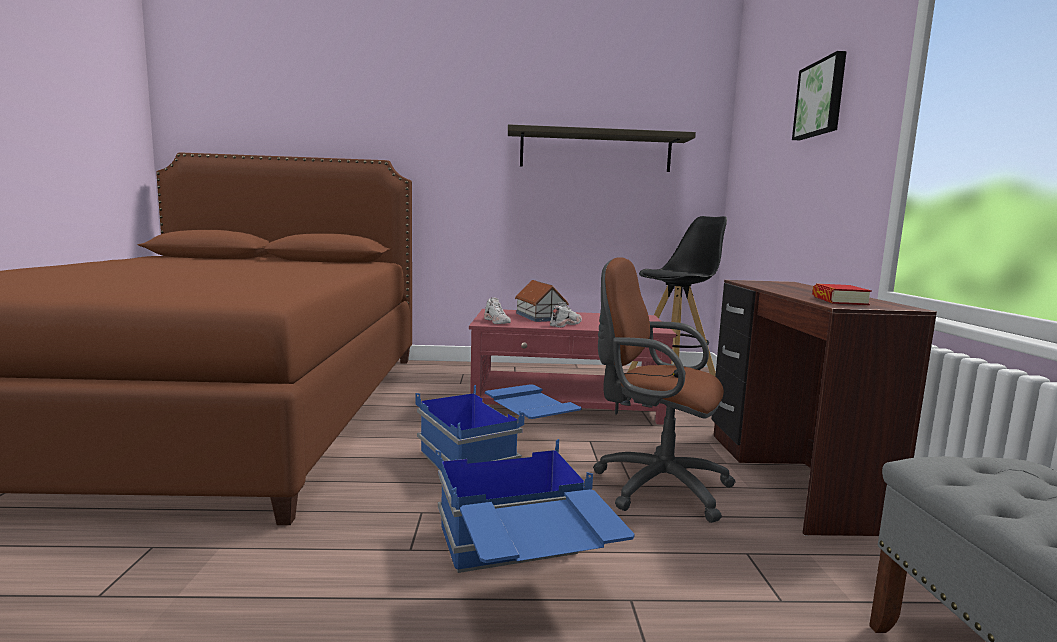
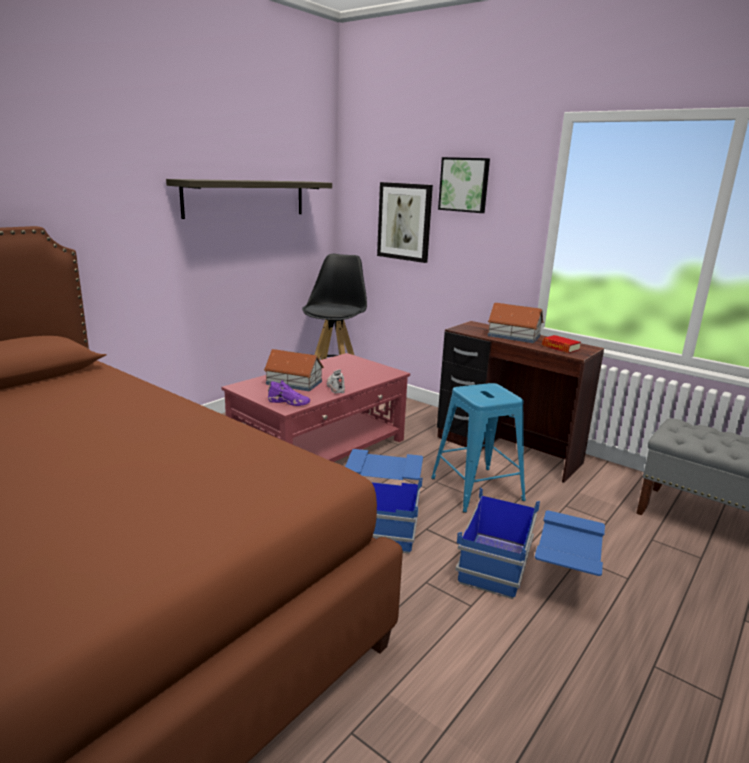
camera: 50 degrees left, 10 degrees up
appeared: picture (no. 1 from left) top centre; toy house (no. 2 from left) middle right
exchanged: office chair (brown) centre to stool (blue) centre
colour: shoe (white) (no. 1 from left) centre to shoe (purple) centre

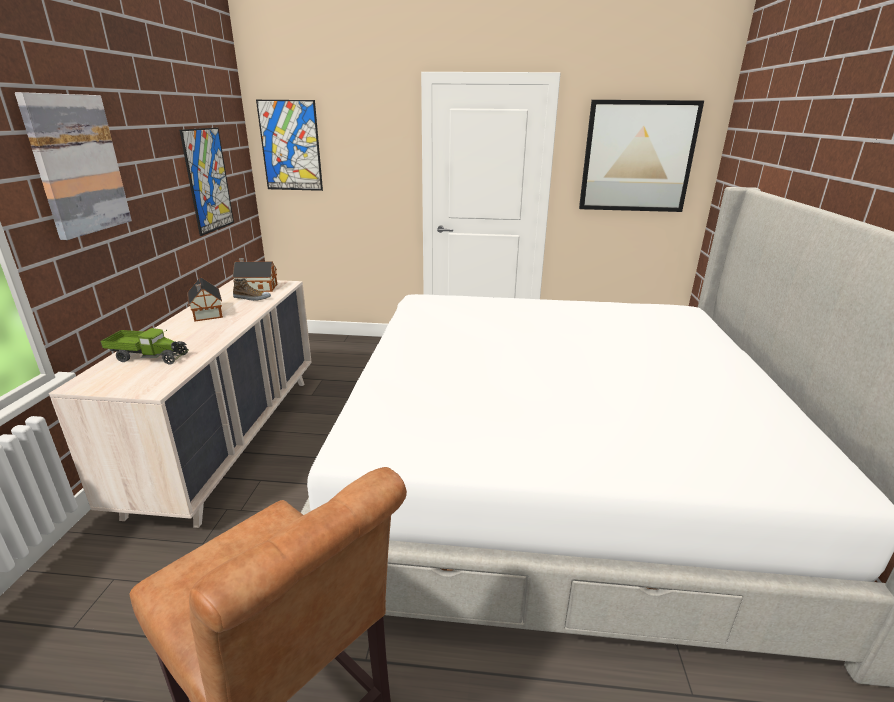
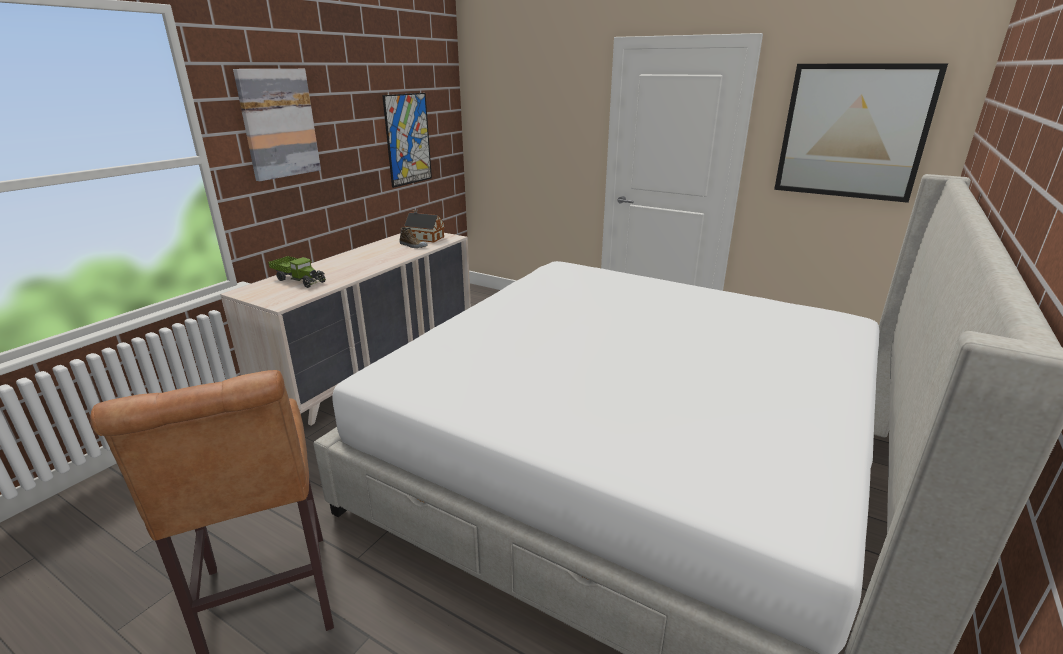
camera: 25 degrees right, 0 degrees up
missing: toy house (no. 1 from left) middle left; picture (no. 3 from left) top left

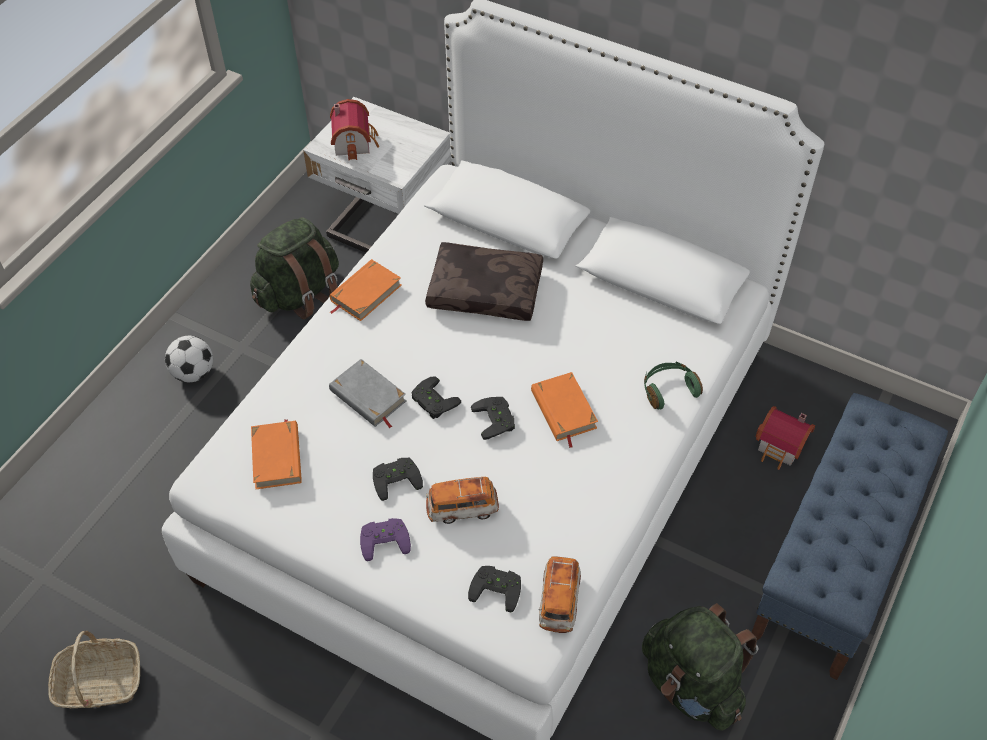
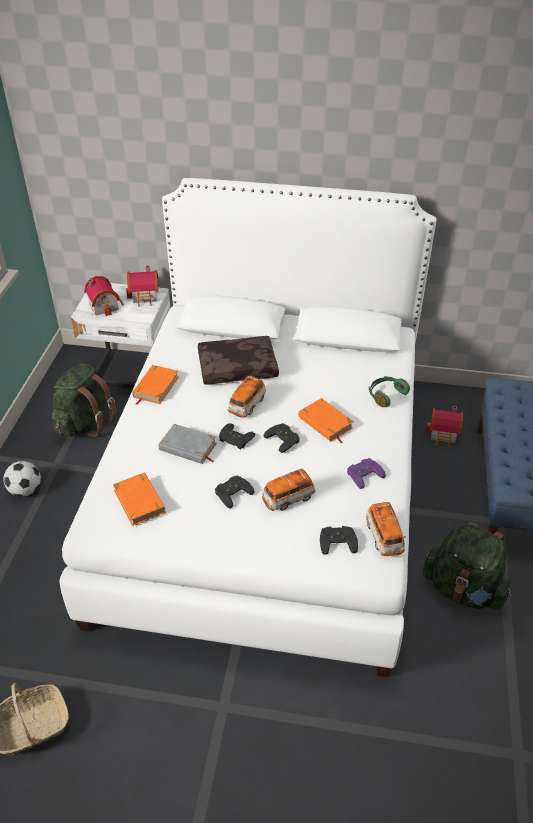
camera: 20 degrees left, 10 degrees down
appeared: toy house (no. 2 from left) middle left; toy car (no. 1 from left) centre
relocated: game controller (purple) bottom centre to middle right

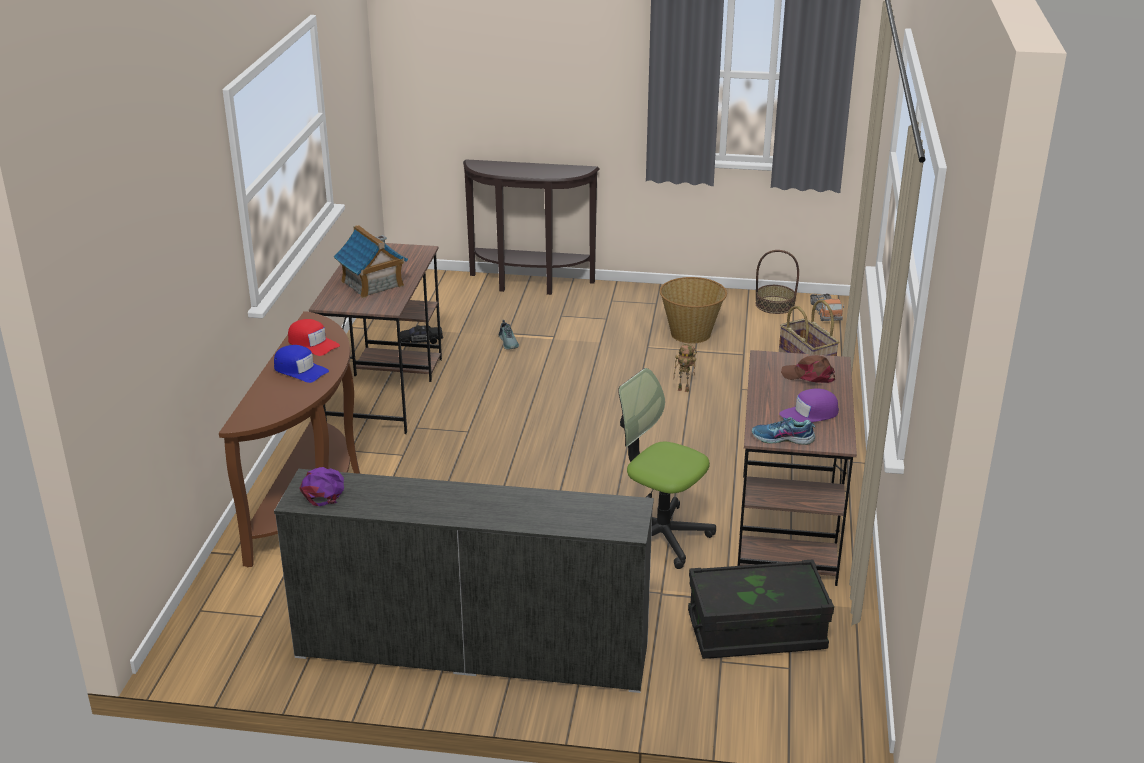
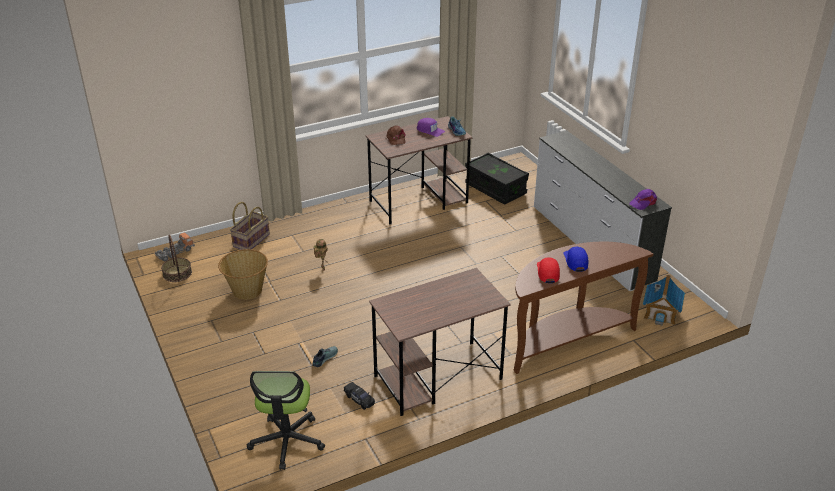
camera: 125 degrees left, 5 degrees up
missing: console table (brown) (no. 2 from left) top centre
relocated: toy house middle left to middle right; office chair centre to bottom centre

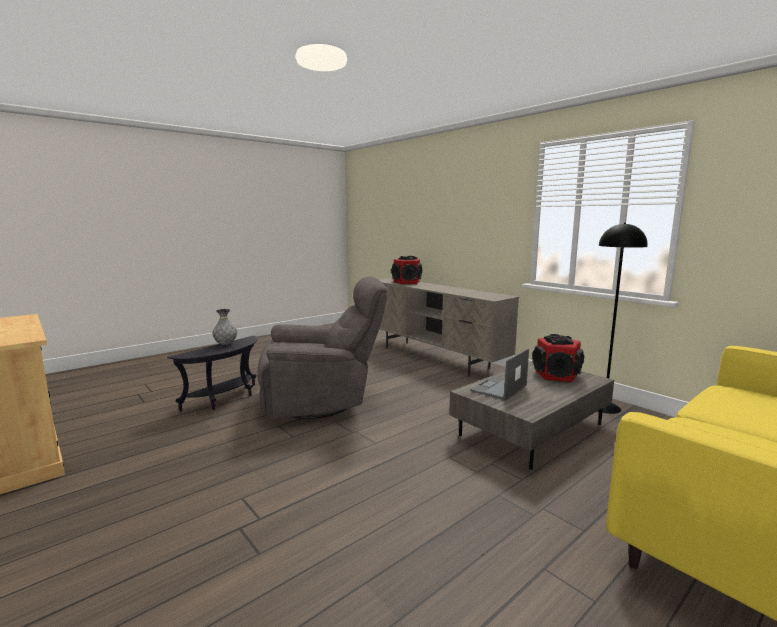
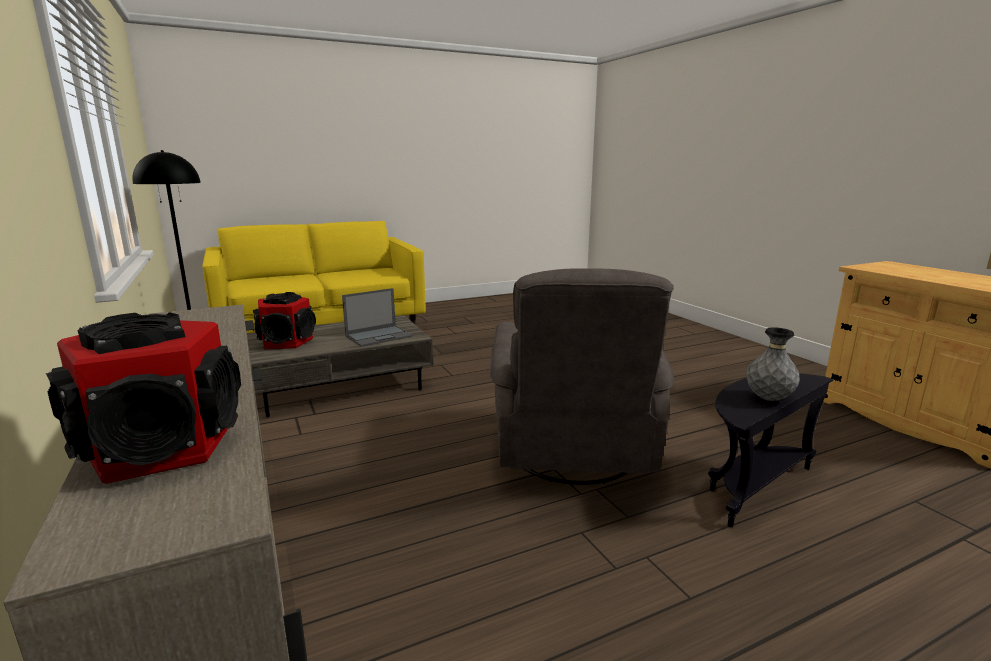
camera: 165 degrees left, 5 degrees up
spun: armchair (grey) centre = centre 90 degrees counterclockwise

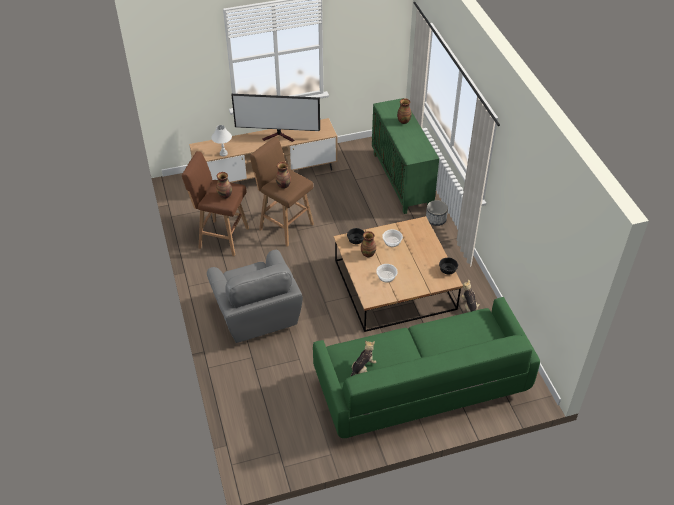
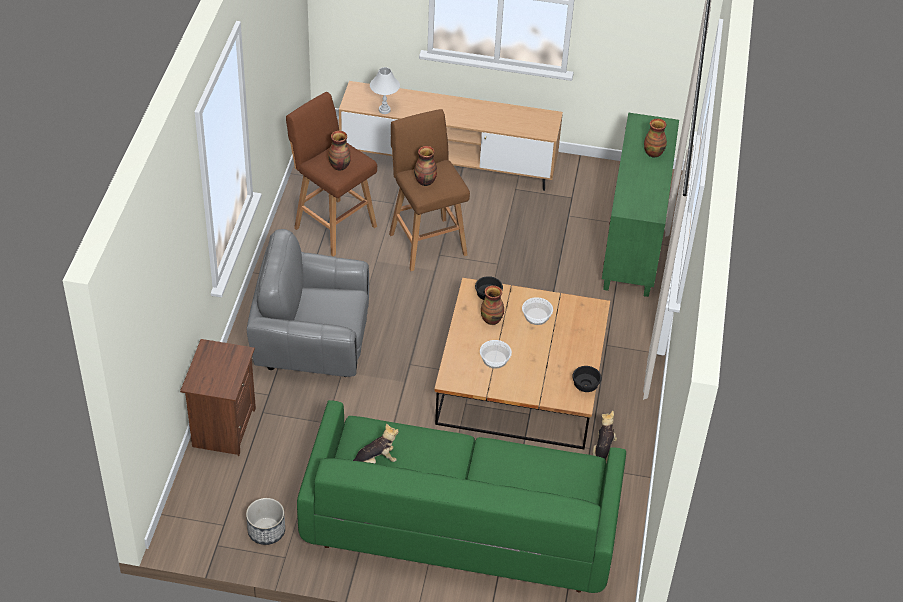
camera: 25 degrees right, 0 degrees up
missing: television top centre
appeared: nightstand (brown) middle left
relocated: planter centre to bottom left
spun: armchair (grey) centre = centre 90 degrees clockwise

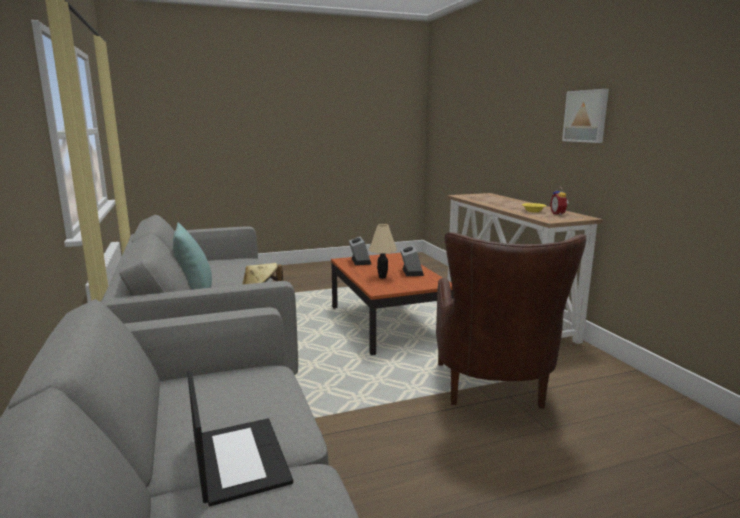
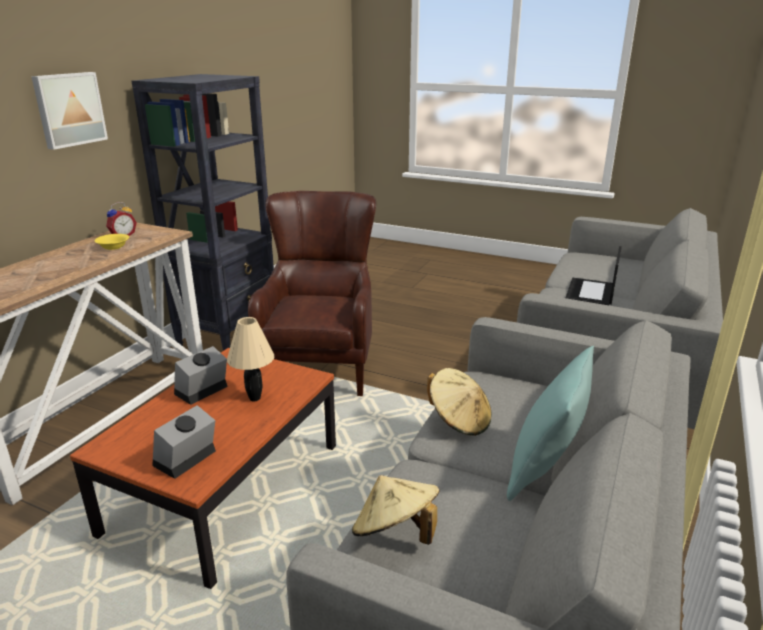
camera: 135 degrees left, 10 degrees up
appeared: bookcase (black) middle left; hat (beige) (no. 1 from left) bottom centre
spun: armchair (brown) middle right = centre 45 degrees counterclockwise

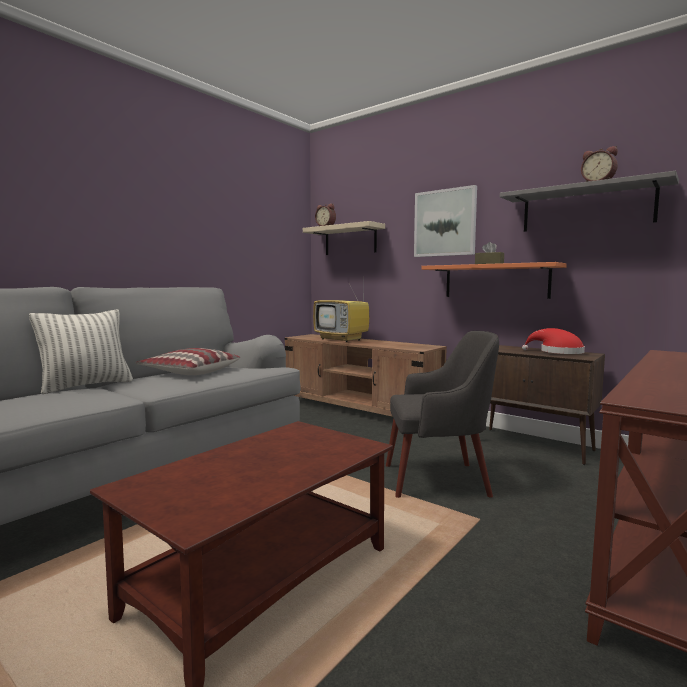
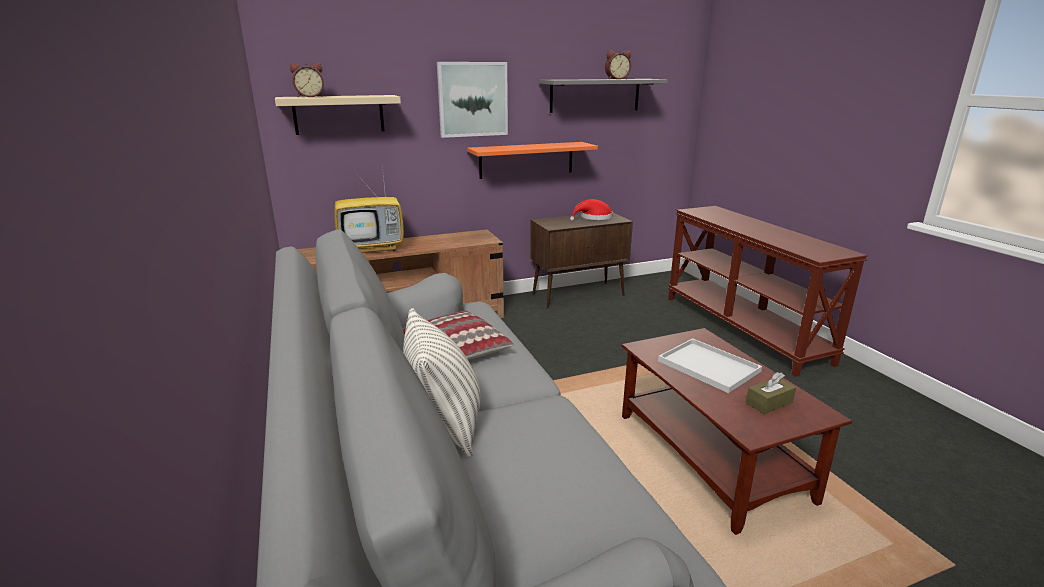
camera: 60 degrees left, 15 degrees up
missing: armchair (grey) centre
appeared: tray (white) middle right
relocated: tissue box (brown) middle right to bottom right

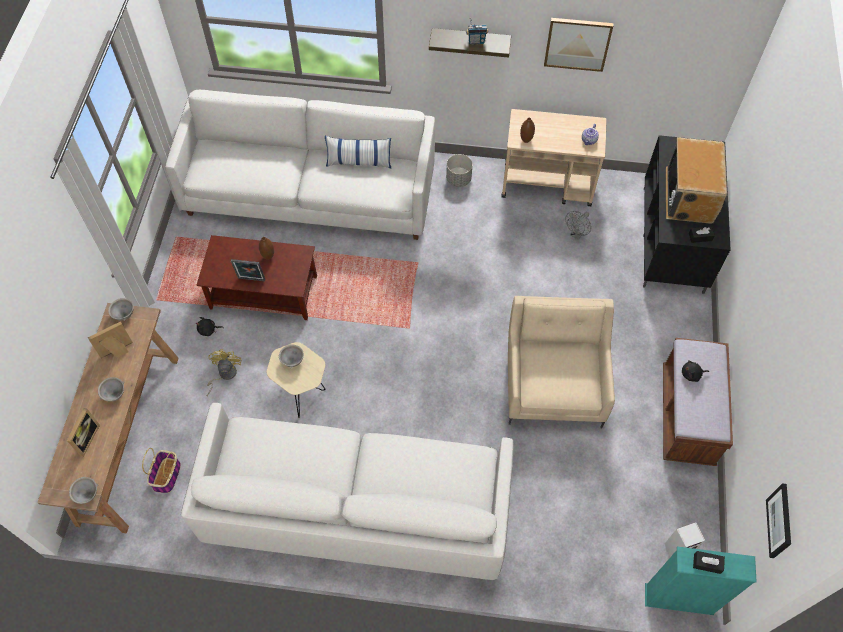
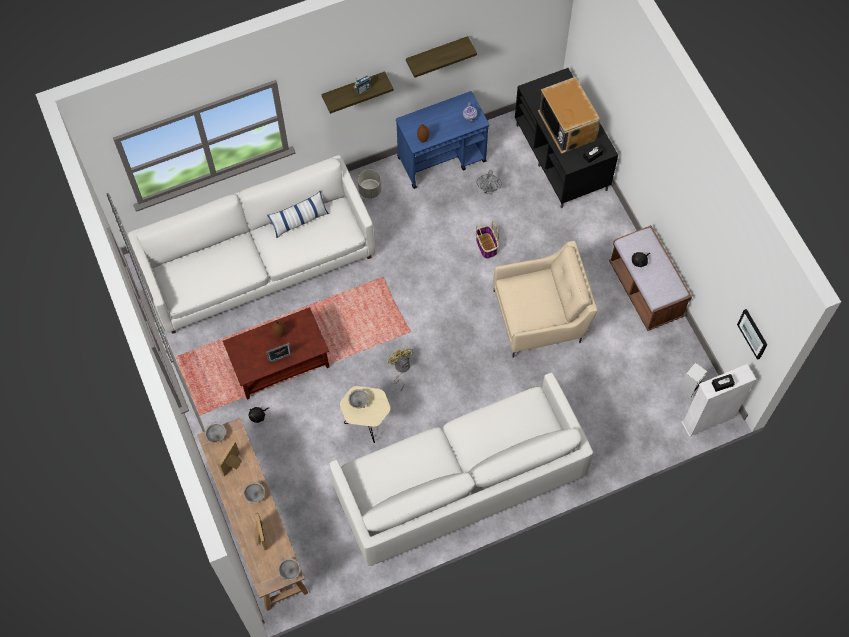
camera: 30 degrees left, 5 degrees up
relocated: basket bottom left to centre; fan (yellow) middle left to centre
exchanged: picture (no. 1 from left) top right to shelf (no. 2 from left) top centre
colour: cart (beige) top centre to cart (blue) top centre; bookcase (turquoise) bottom right to bookcase (white) middle right
spun: armchair (beige) centre = centre 105 degrees clockwise

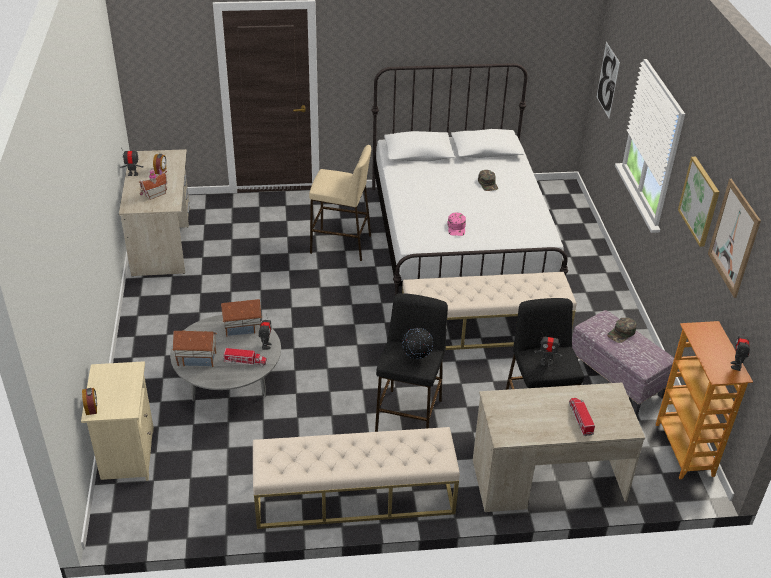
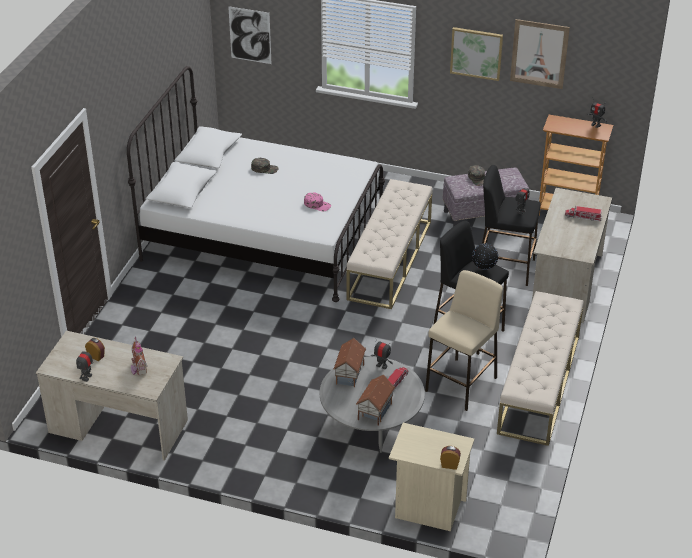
camera: 65 degrees left, 0 degrees up
relocated: stool (beige) centre to middle right

